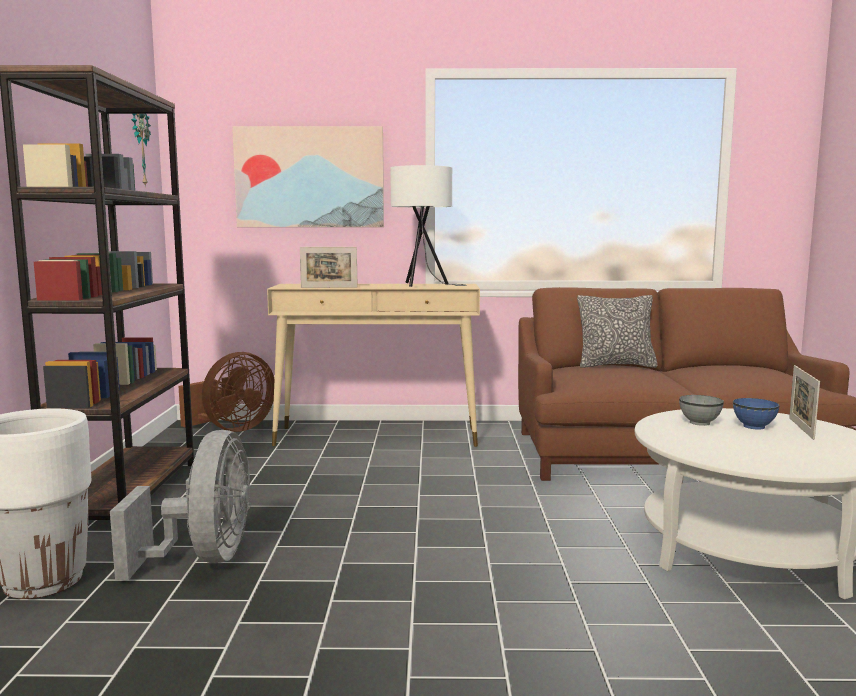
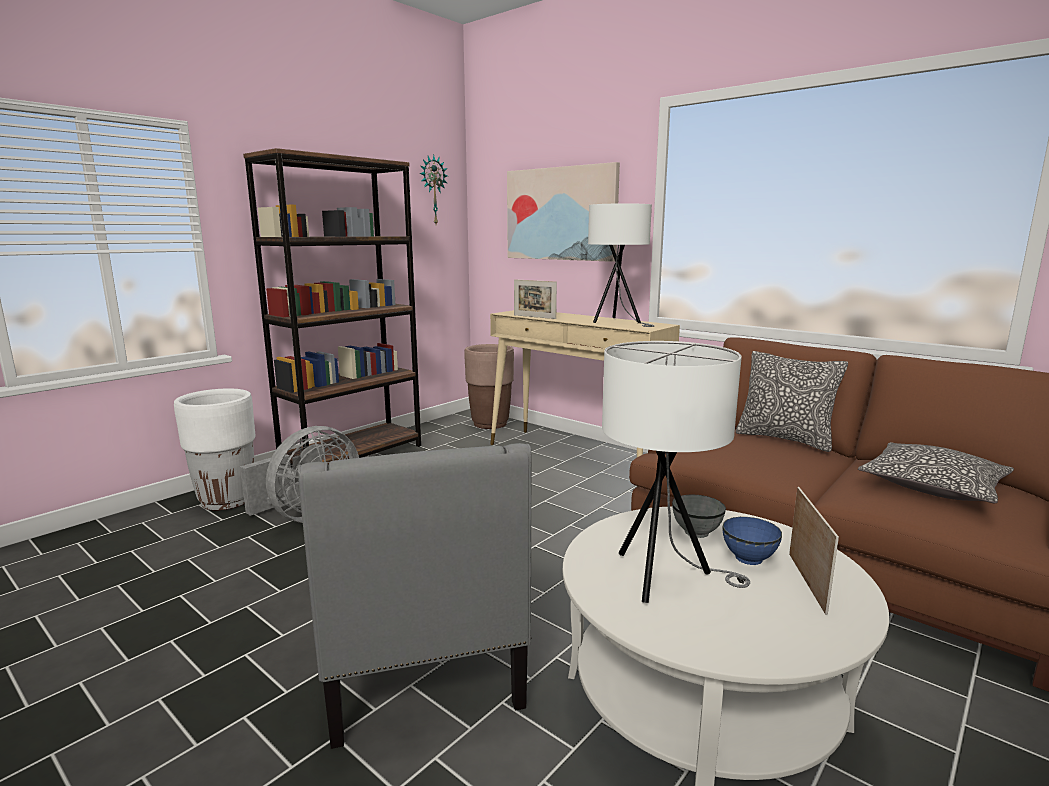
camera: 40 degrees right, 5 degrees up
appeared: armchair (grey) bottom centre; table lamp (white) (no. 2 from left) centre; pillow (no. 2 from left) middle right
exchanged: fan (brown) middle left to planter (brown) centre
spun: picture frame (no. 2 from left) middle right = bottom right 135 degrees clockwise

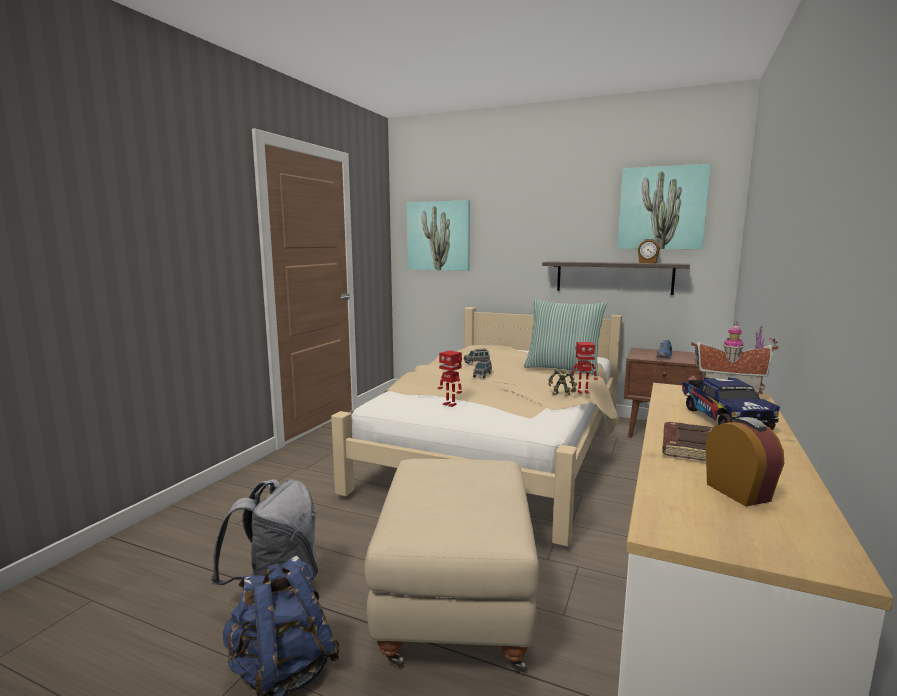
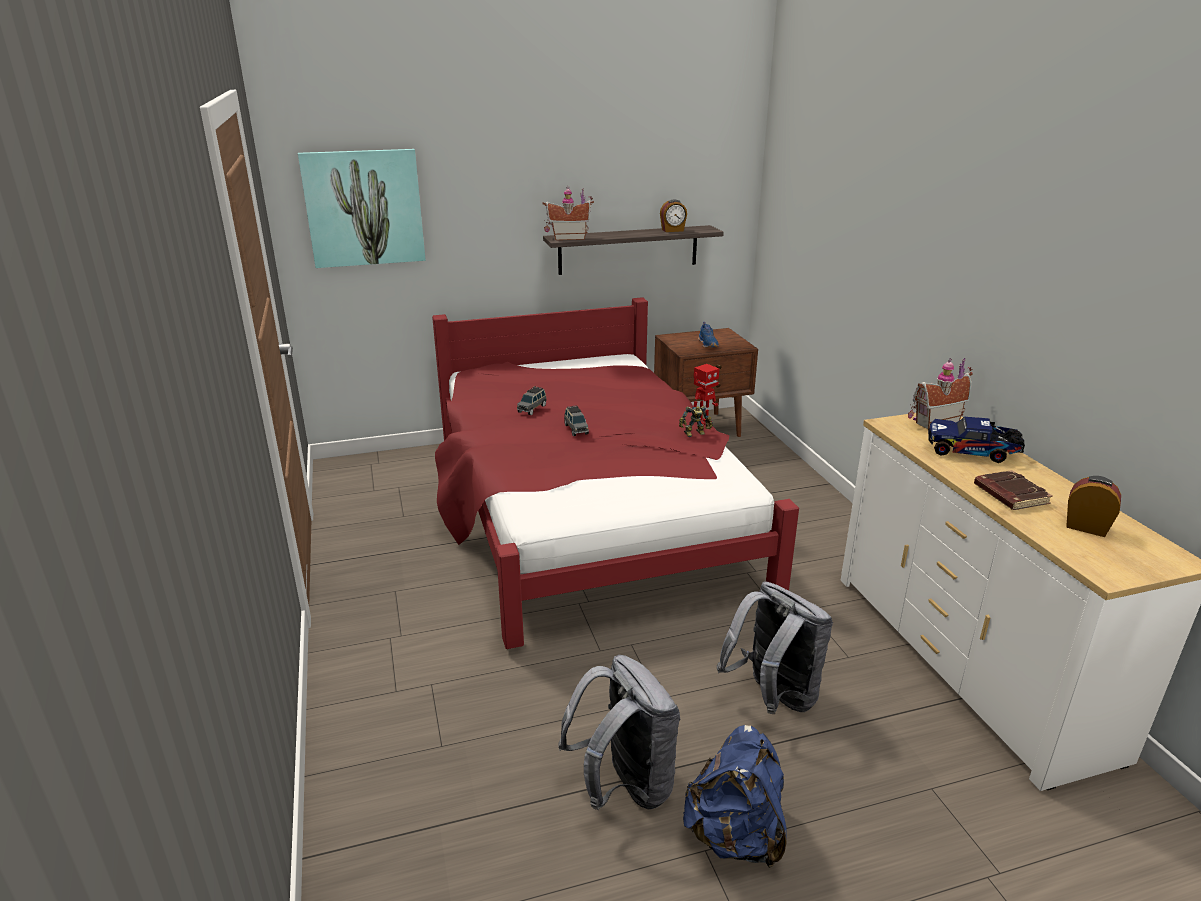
camera: 40 degrees left, 15 degrees up
missing: toy robot (no. 1 from left) centre; pillow centre; picture (no. 2 from left) top right
appeared: toy house (no. 1 from left) top centre
exchanged: ottoman (beige) bottom centre to backpack (grey) (no. 2 from left) bottom centre
colour: bed (beige) centre to bed (red) centre
spun: toy truck middle right = middle right 150 degrees clockwise

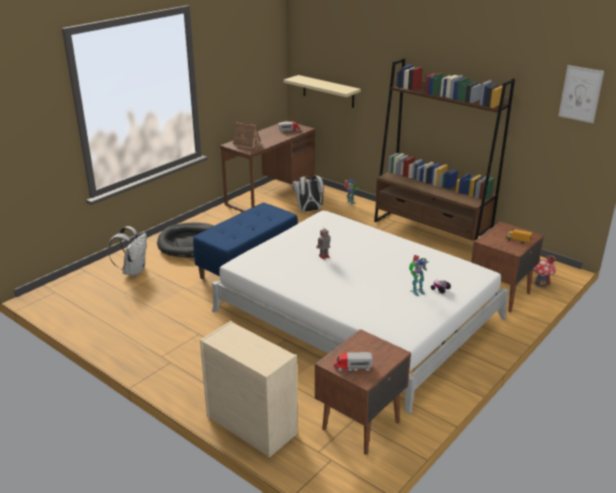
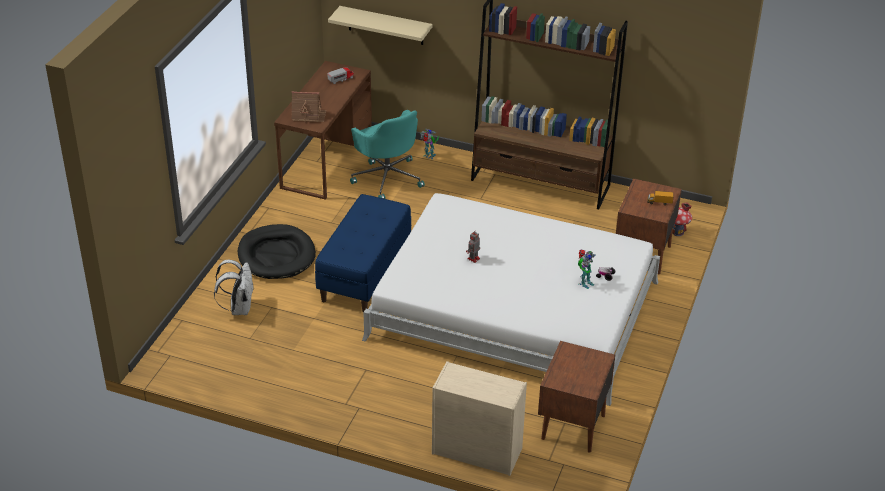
camera: 20 degrees left, 10 degrees up
missing: toy truck (no. 2 from left) bottom centre; picture top right
exchanged: backpack (white) (no. 2 from left) centre to office chair (turquoise) top centre

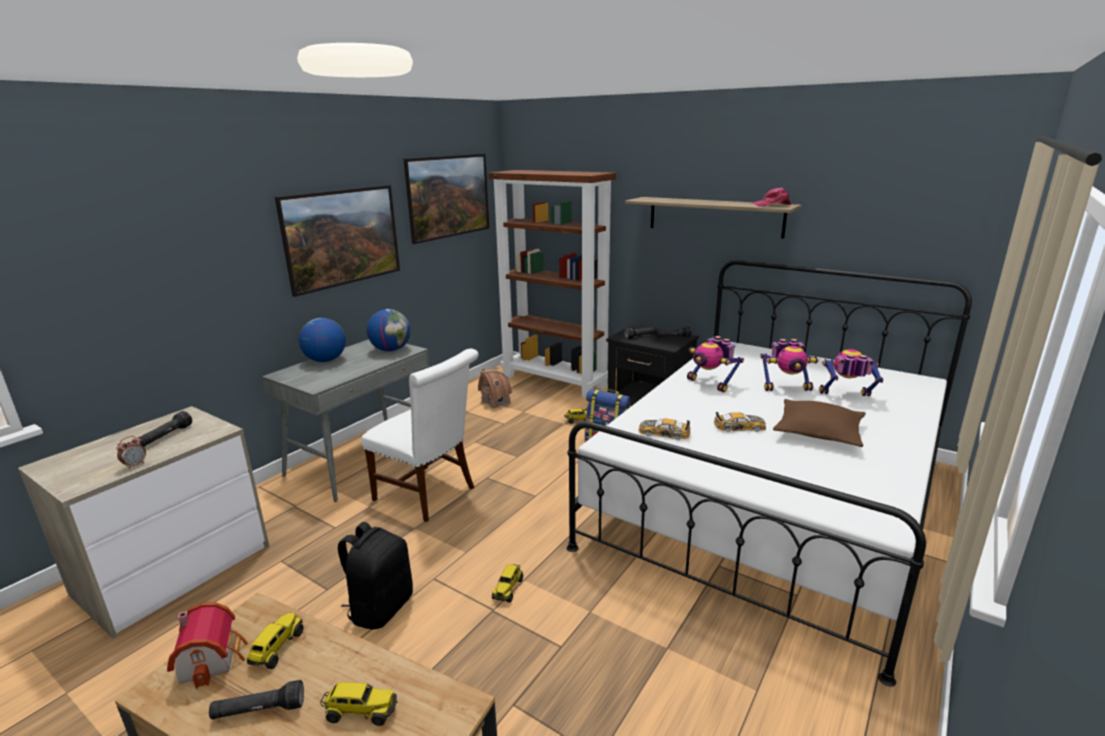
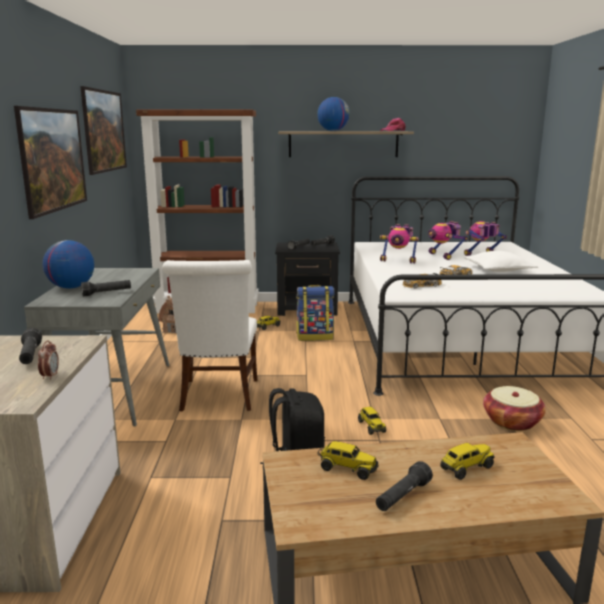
camera: 35 degrees left, 5 degrees down
missing: toy house (no. 1 from left) bottom left
appeared: flashlight (black) (no. 2 from left) middle left; basket bottom right
relocated: globe (no. 2 from left) centre to top centre
colour: pillow (brown) middle right to pillow (white) middle right
spun: toy truck (no. 1 from left in the first image) bottom left = bottom centre 135 degrees clockwise; chair (white) centre = centre 90 degrees clockwise; toy robot (no. 2 from left) middle right = middle right 105 degrees clockwise

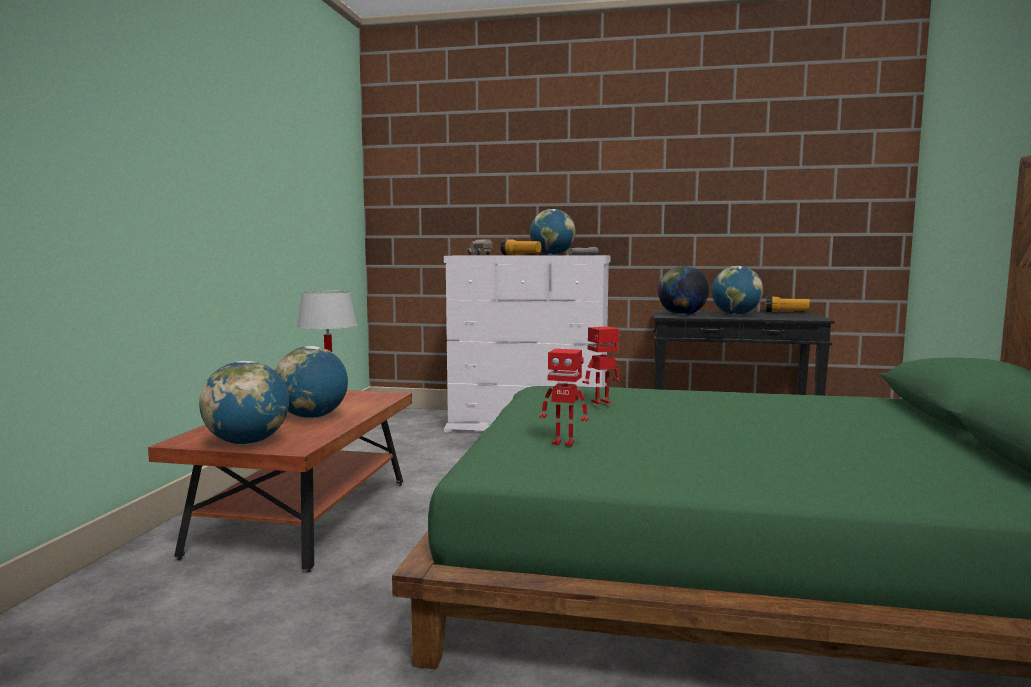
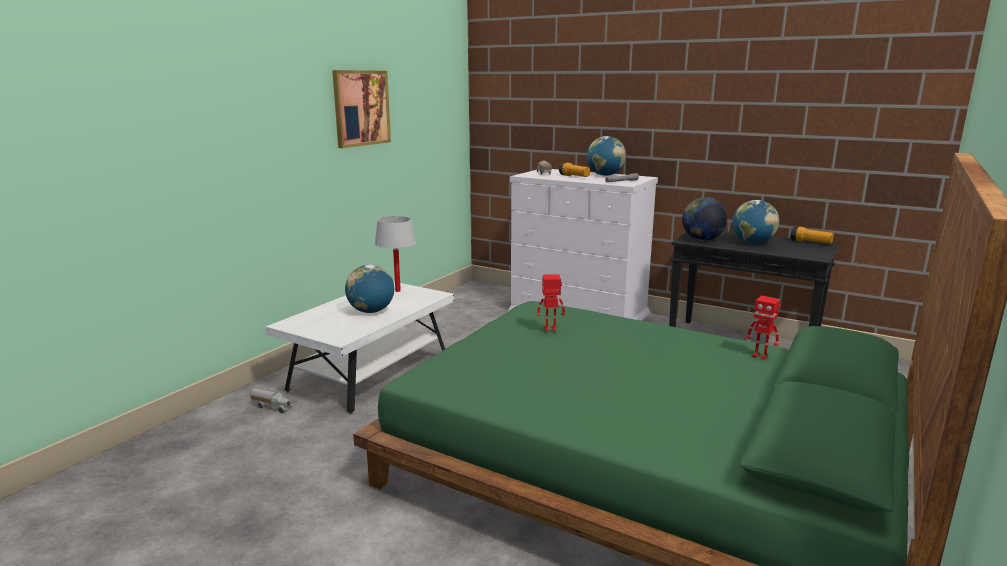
camera: 20 degrees right, 10 degrees up
missing: globe (no. 1 from left) middle left
appeared: toy truck (no. 1 from left) bottom left; picture top centre
relocated: toy robot (no. 1 from left in the first image) centre to toy robot (no. 2 from left) middle right
colour: coffee table (brown) bottom left to coffee table (white) centre

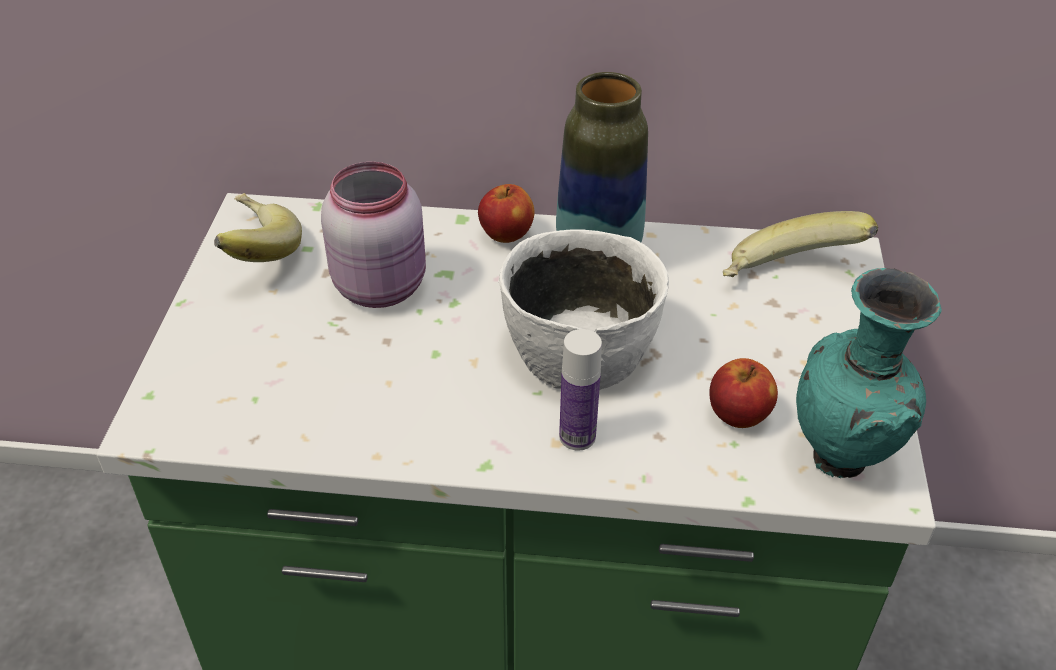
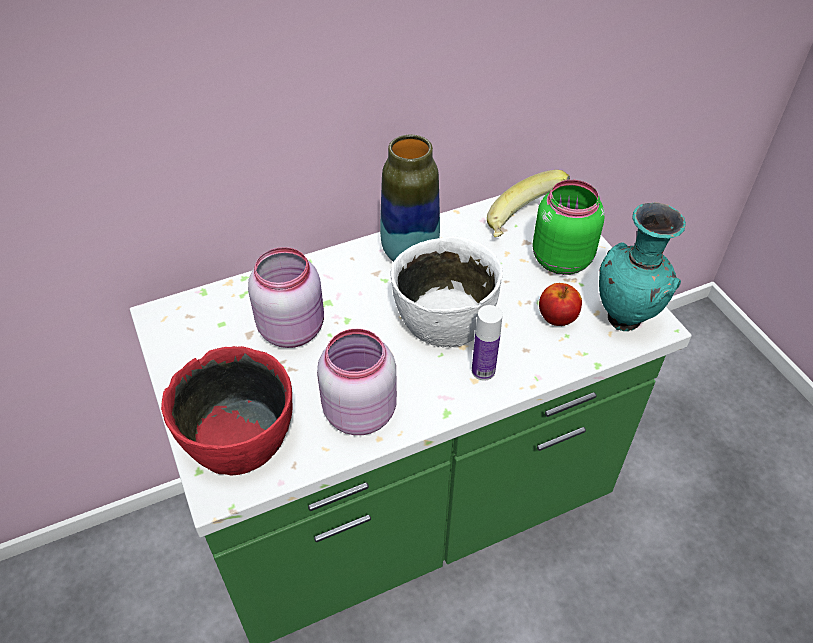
camera: 30 degrees left, 5 degrees up
missing: banana (no. 1 from left) middle left; apple (no. 1 from left) top centre
appeared: bowl (red) middle left; jar (pink) (no. 2 from left) centre; jar (green) middle right

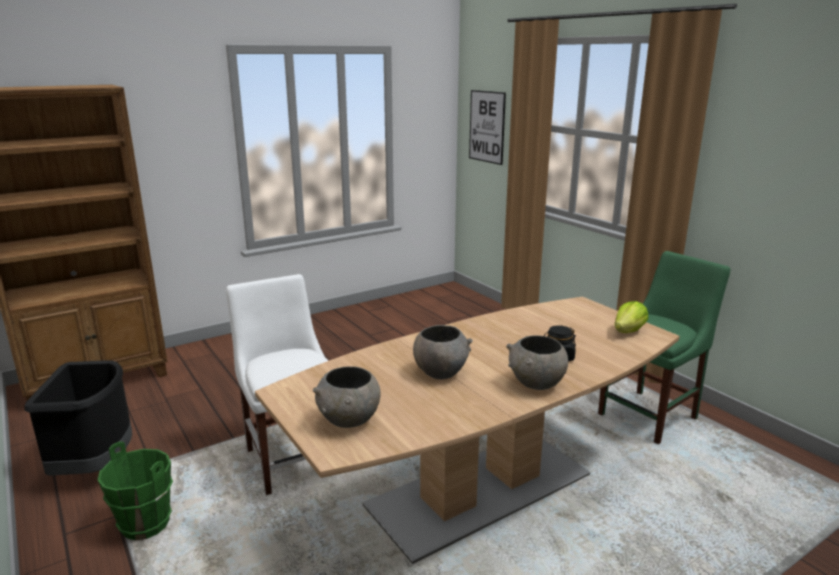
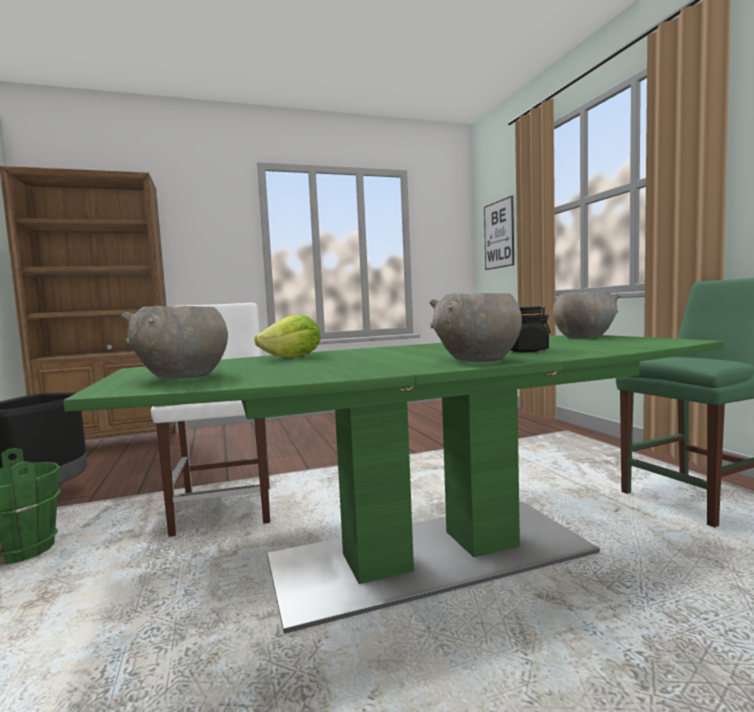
camera: 15 degrees right, 15 degrees down
relocated: bowl (grey) (no. 2 from left in the first image) centre to bowl (grey) (no. 3 from left) middle right; lettuce middle right to centre
colour: dining table (brown) bottom centre to dining table (green) bottom centre

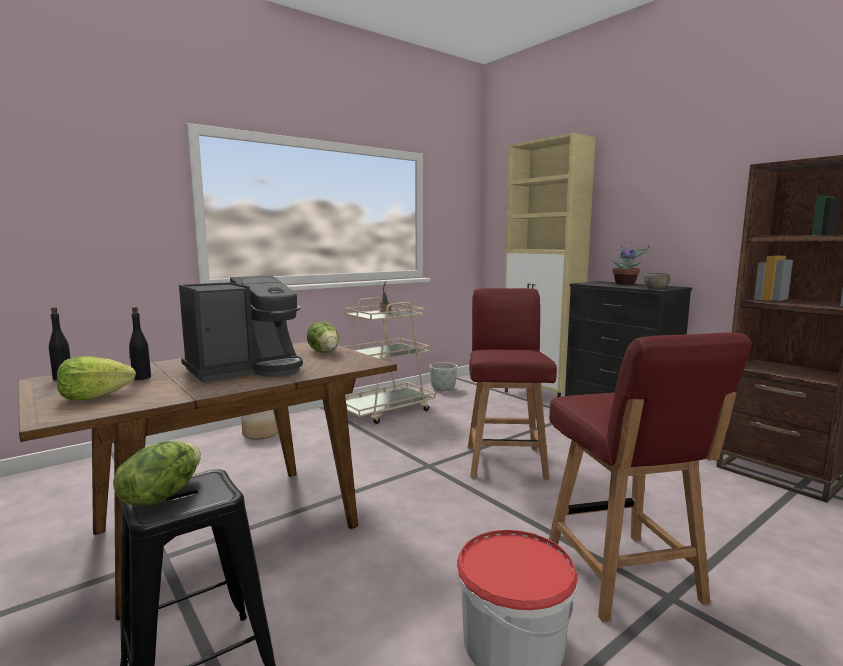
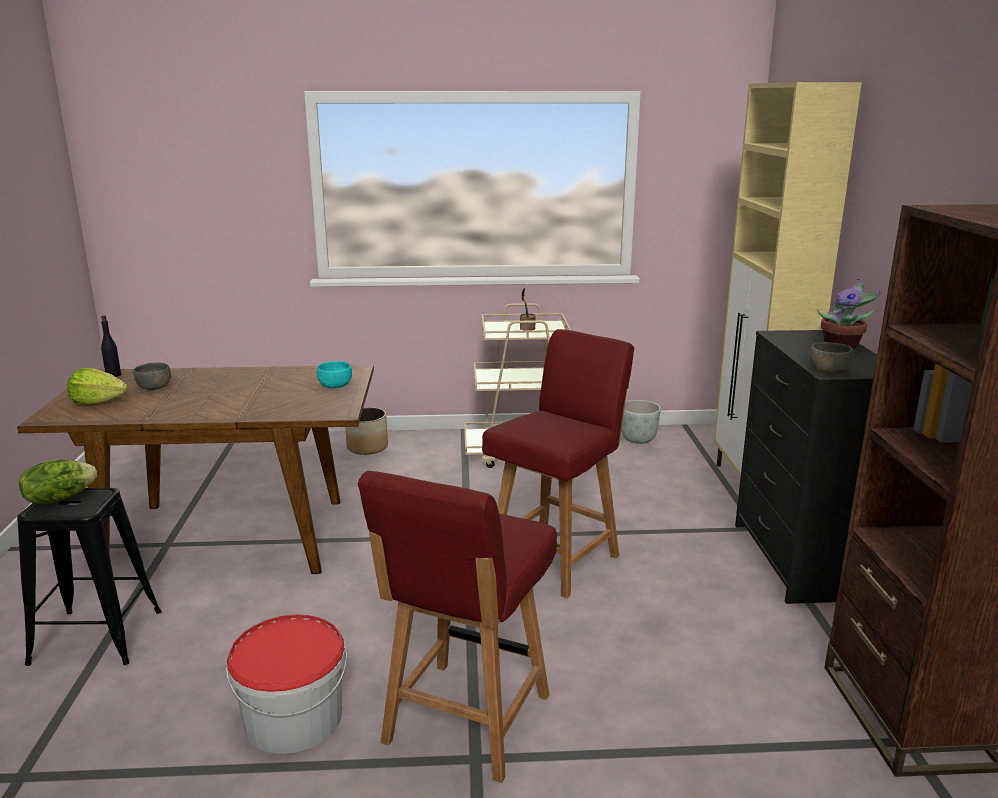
camera: 35 degrees right, 10 degrees up
missing: coffee machine middle left
exchanged: bottle (black) (no. 2 from left) middle left to bowl (grey) (no. 1 from left) middle left; lettuce (no. 3 from left) centre to bowl (turquoise) centre

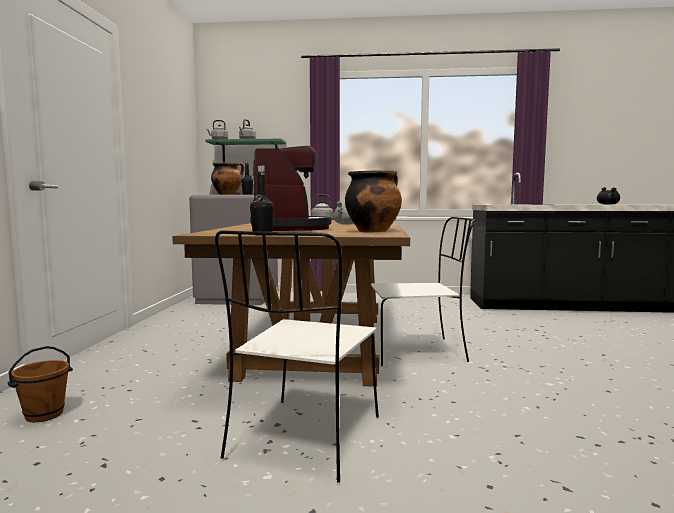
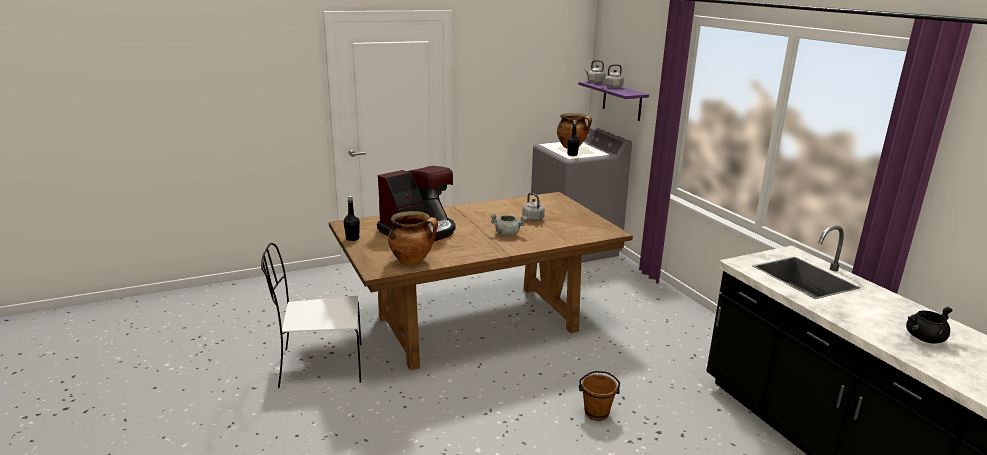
camera: 60 degrees right, 15 degrees up
missing: chair (white) (no. 2 from left) centre
relocated: bucket (brown) bottom left to bottom centre
colour: shelf (green) top centre to shelf (purple) top centre

